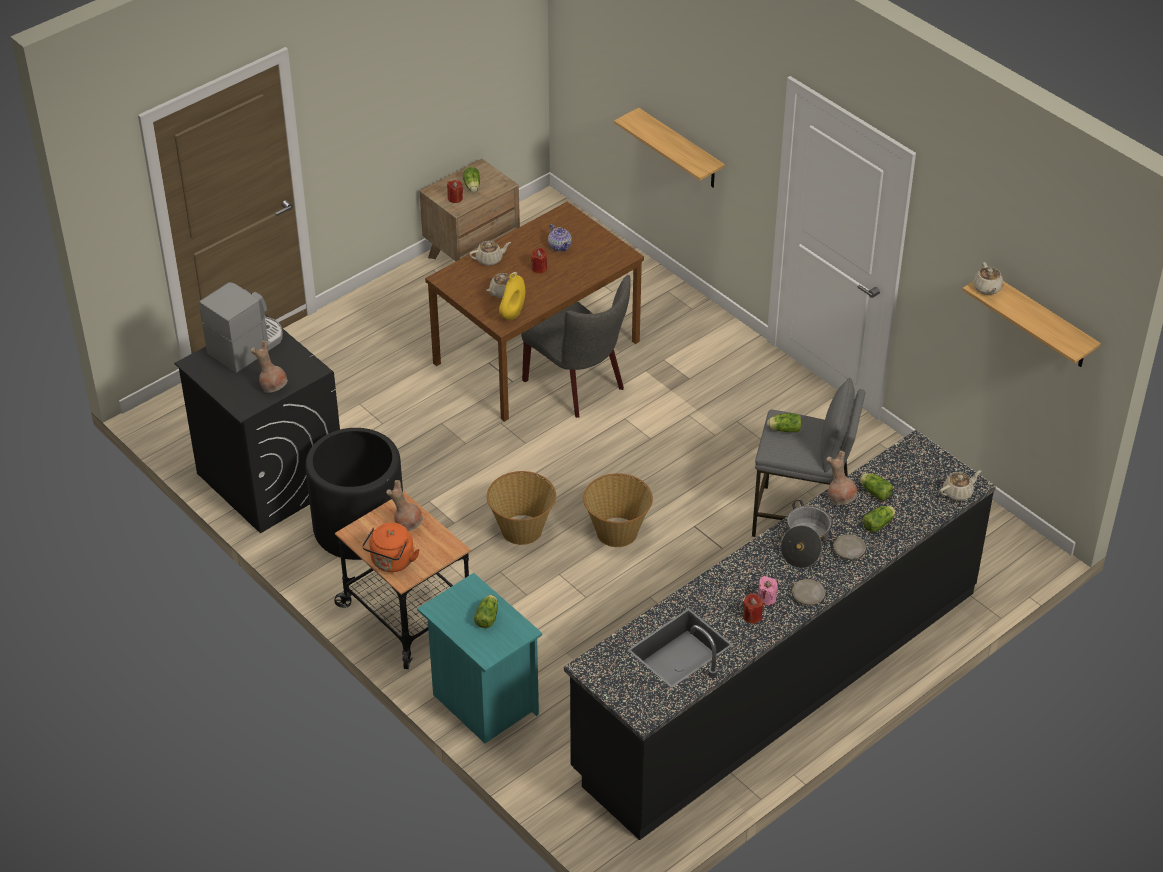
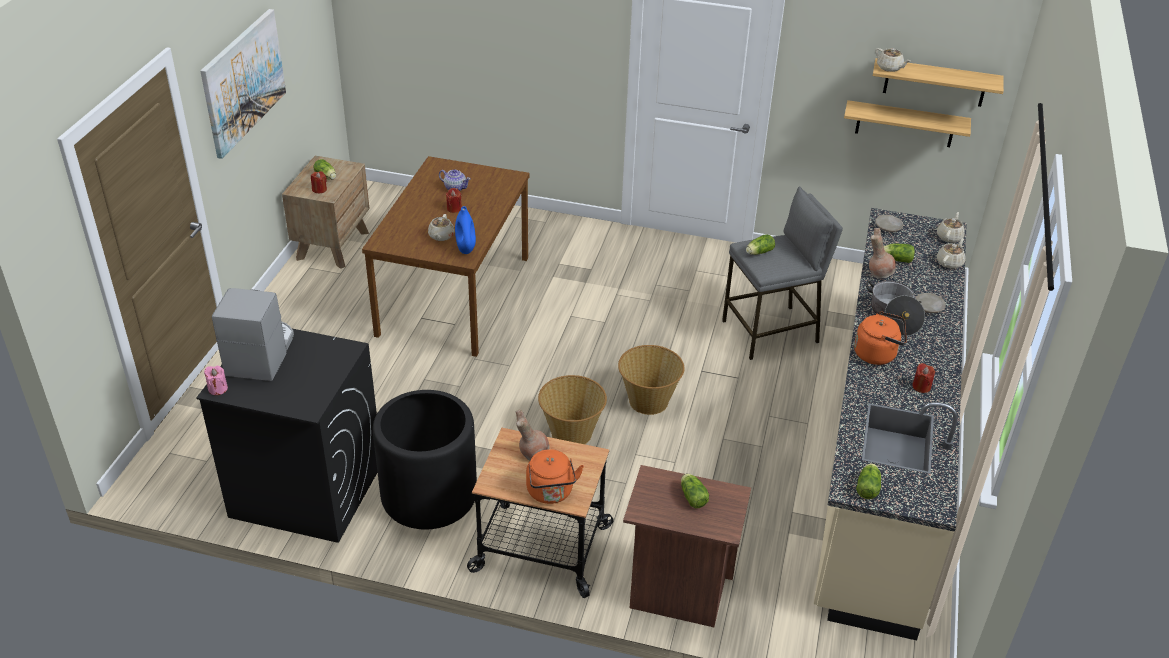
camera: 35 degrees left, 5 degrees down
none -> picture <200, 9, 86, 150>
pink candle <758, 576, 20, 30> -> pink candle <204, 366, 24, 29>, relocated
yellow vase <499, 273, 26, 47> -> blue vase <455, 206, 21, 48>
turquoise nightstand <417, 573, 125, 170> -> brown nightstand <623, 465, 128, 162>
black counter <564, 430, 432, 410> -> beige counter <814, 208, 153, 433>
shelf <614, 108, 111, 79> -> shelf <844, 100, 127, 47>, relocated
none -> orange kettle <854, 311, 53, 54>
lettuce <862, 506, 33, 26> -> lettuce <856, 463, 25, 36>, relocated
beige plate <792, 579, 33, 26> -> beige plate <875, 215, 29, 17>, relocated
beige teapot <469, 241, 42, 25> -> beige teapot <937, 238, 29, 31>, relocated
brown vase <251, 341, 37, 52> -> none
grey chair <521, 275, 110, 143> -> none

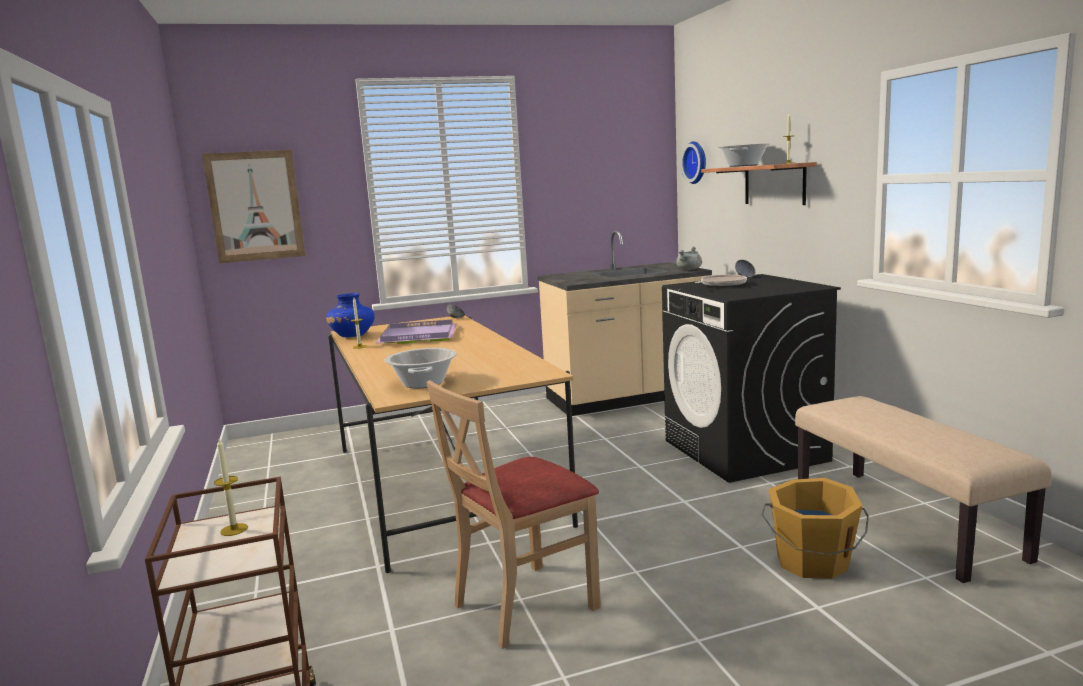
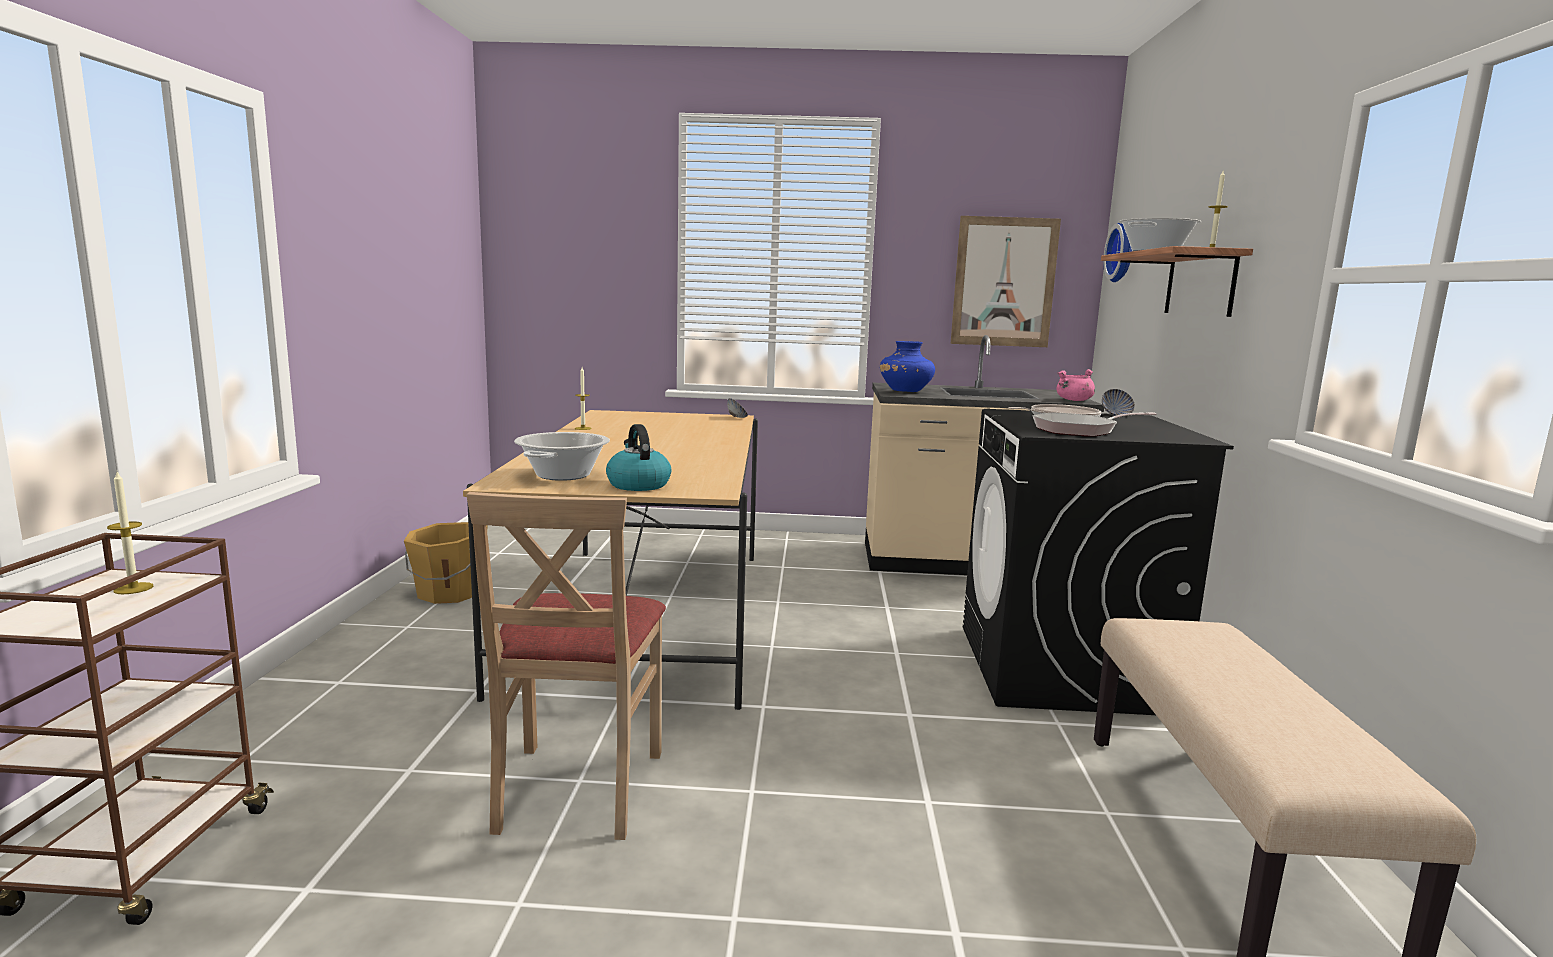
camera: 20 degrees right, 0 degrees up
orange bucket <761, 478, 108, 101> -> orange bucket <404, 522, 84, 82>, relocated
beige chair <426, 380, 175, 269> -> beige chair <467, 492, 199, 348>, 75 degrees counterclockwise
none -> kettle <606, 424, 65, 67>
blue vase <326, 293, 49, 44> -> blue vase <880, 341, 55, 51>, relocated
picture <202, 150, 103, 113> -> picture <951, 216, 110, 131>, relocated
none -> frying pan <1033, 412, 123, 25>
grey cooking pot <676, 247, 26, 23> -> pink cooking pot <1057, 369, 38, 32>
purple tray <376, 320, 81, 24> -> none

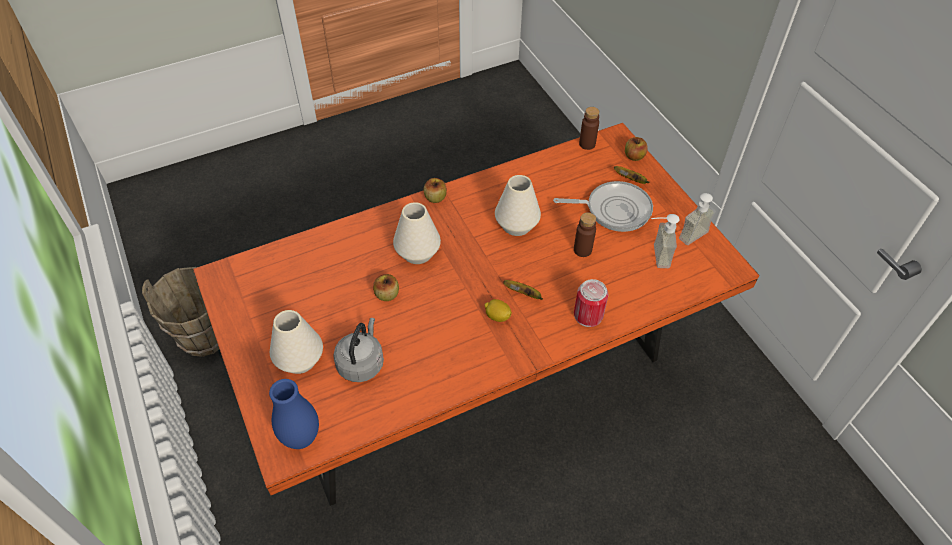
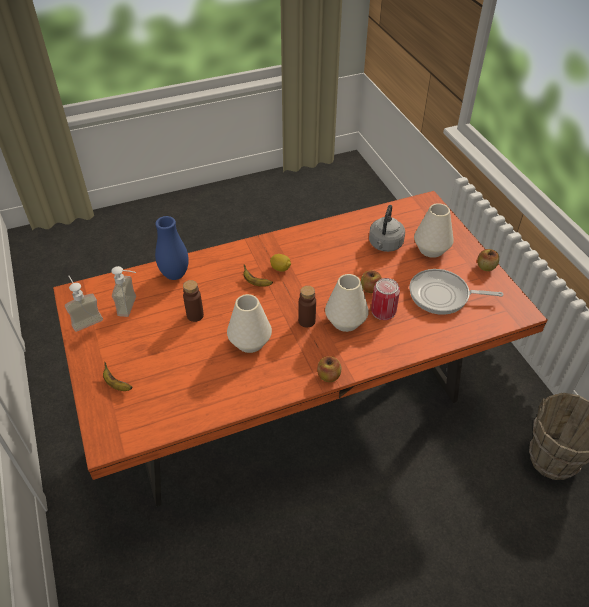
camera: 175 degrees left, 5 degrees down
blue vase <269, 379, 50, 70> -> blue vase <155, 216, 34, 64>, relocated
brown bottle <579, 107, 20, 43> -> brown bottle <298, 286, 18, 42>, relocated
can <574, 279, 35, 48> -> can <371, 278, 29, 42>, relocated
frying pan <553, 181, 100, 51> -> frying pan <409, 269, 94, 46>, relocated
apple <625, 137, 23, 24> -> apple <477, 249, 22, 22>, relocated

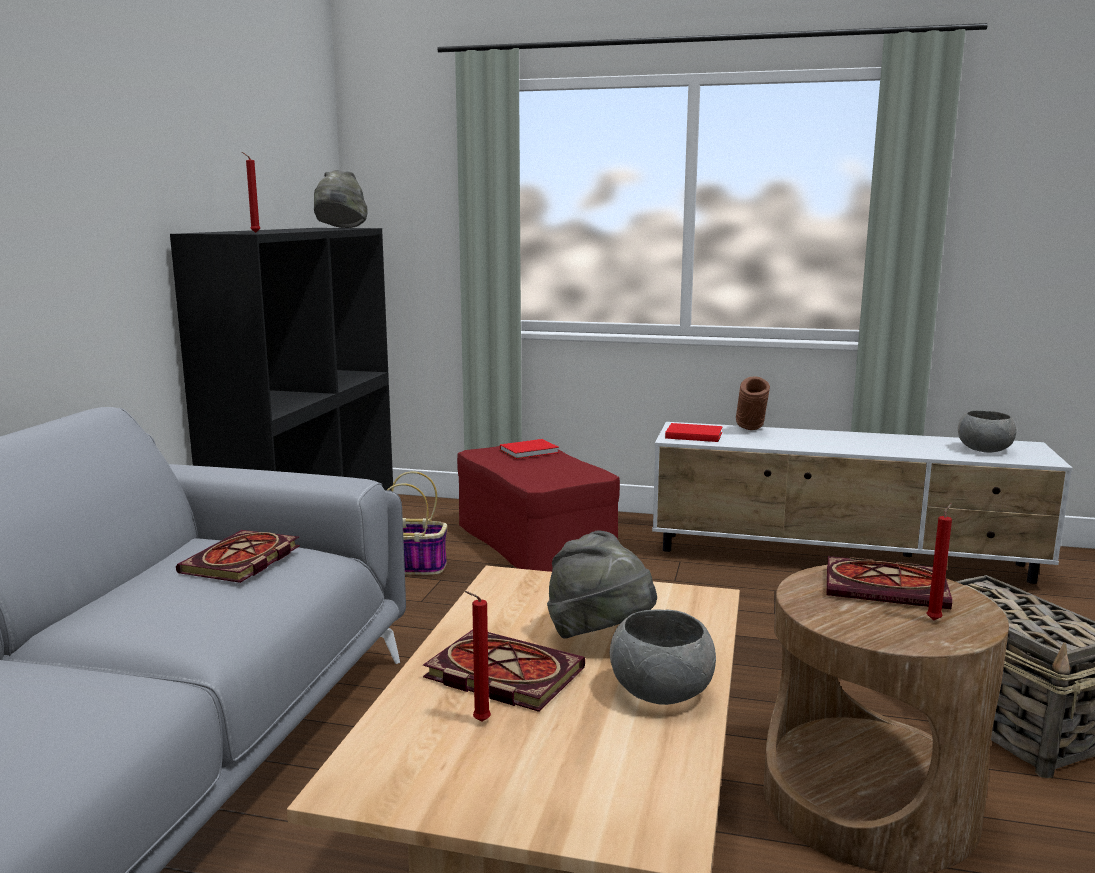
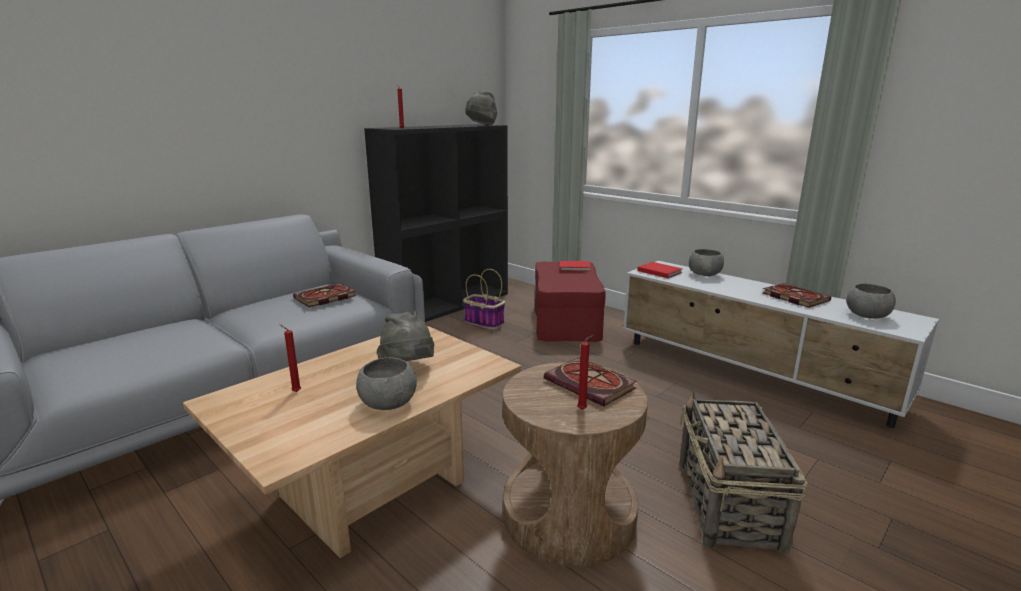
camera: 30 degrees right, 5 degrees up
brown vase <736, 376, 34, 54> -> grey bowl <689, 249, 35, 27>
book <423, 630, 162, 82> -> book <762, 283, 69, 25>, relocated

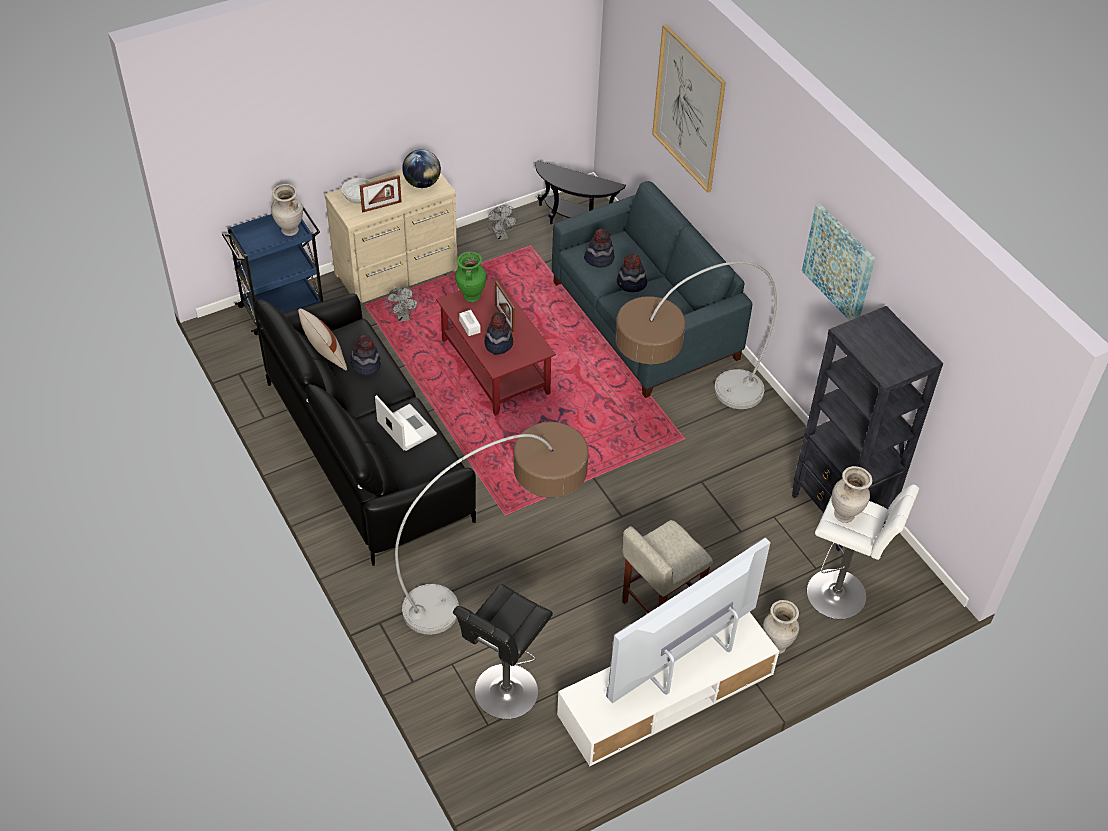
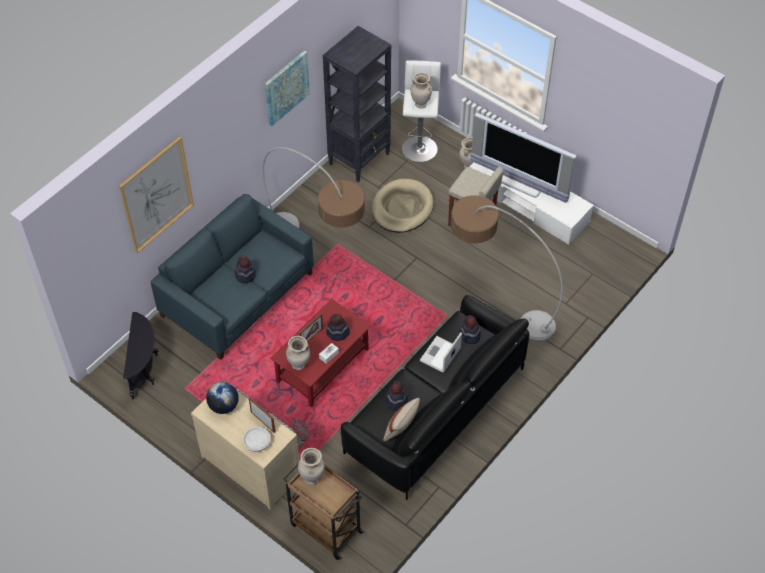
camera: 110 degrees left, 5 degrees up
blue cart <222, 207, 101, 128> -> brown cart <283, 464, 82, 96>
green vase <455, 251, 31, 51> -> beige vase <286, 336, 24, 34>
none -> beige dog bed <372, 179, 61, 54>
hat <584, 228, 30, 39> -> hat <459, 315, 22, 29>, relocated
black stool <453, 584, 100, 135> -> none
grey fan <487, 205, 31, 36> -> none

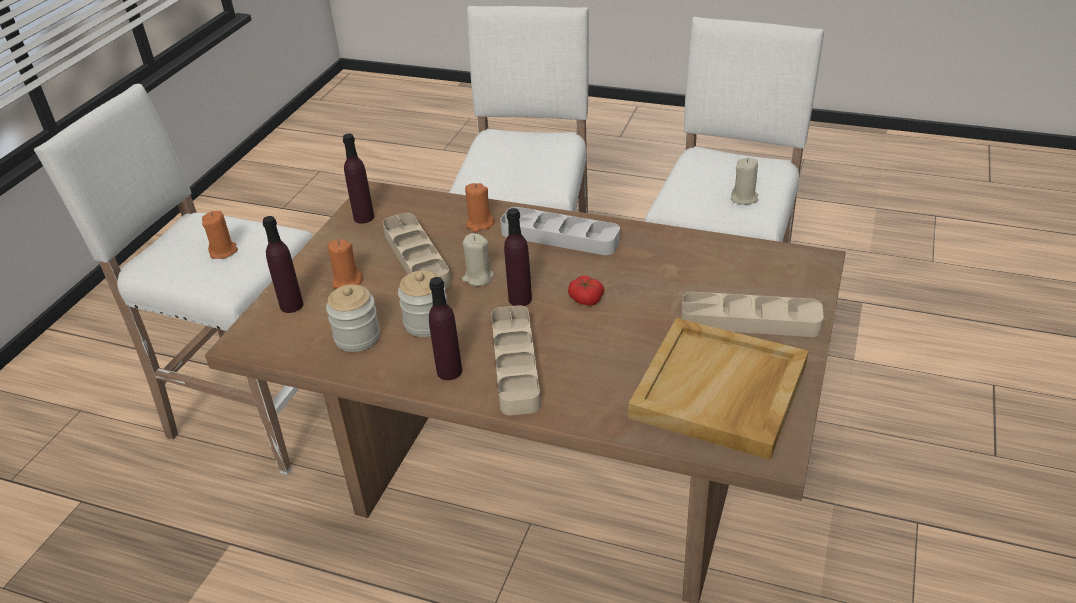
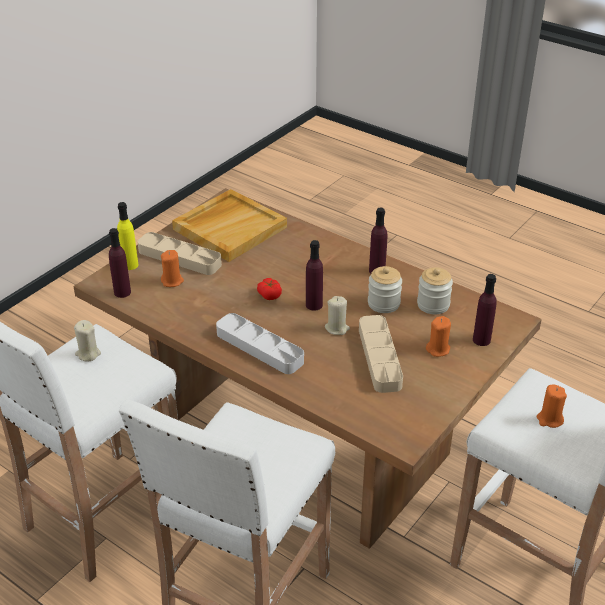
camera: 165 degrees left, 0 degrees up
purple bottle <343, 133, 31, 91> -> purple bottle <109, 228, 22, 70>, relocated
none -> yellow bottle <117, 202, 21, 68>
orange candle <465, 183, 29, 49> -> orange candle <161, 250, 23, 37>, relocated
beige tray <491, 305, 50, 110> -> none

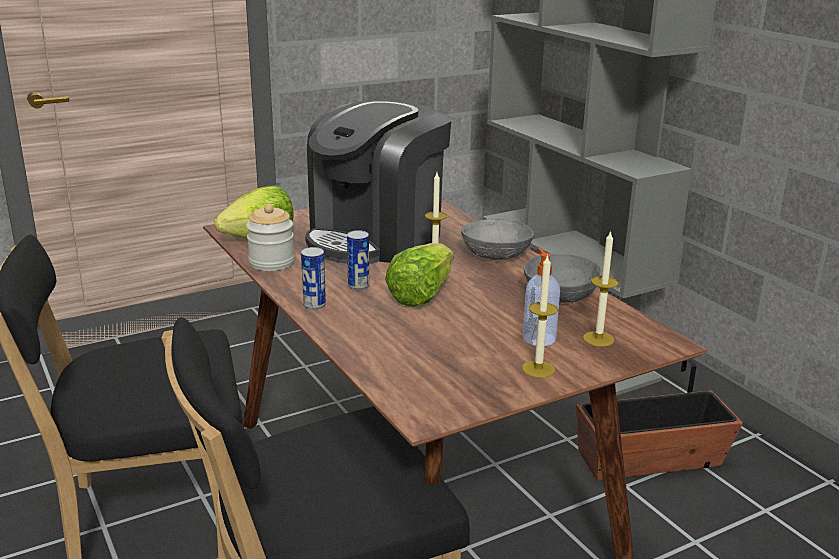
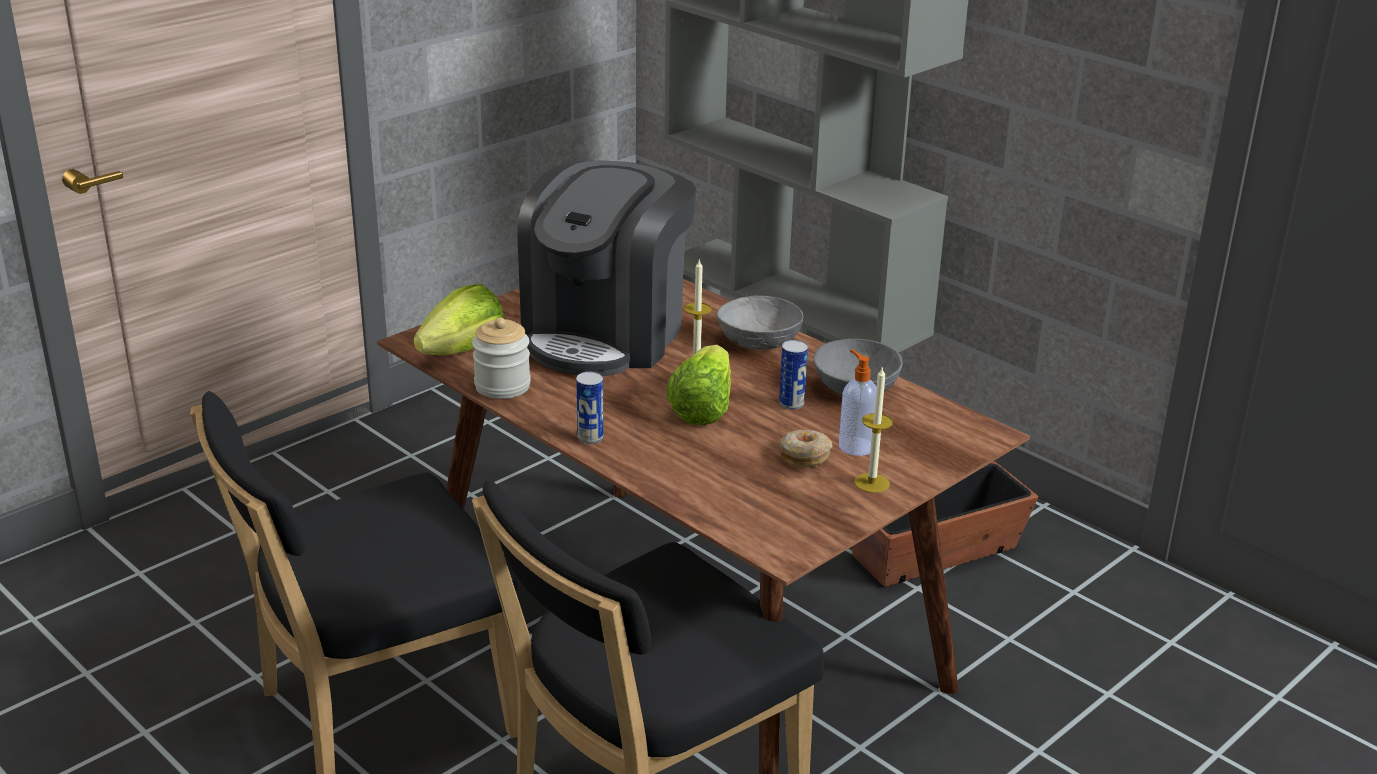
camera: 15 degrees left, 5 degrees up
can <347, 230, 22, 60> -> can <779, 340, 29, 70>, relocated
none -> donut <779, 430, 53, 37>
candle <583, 230, 36, 117> -> none

